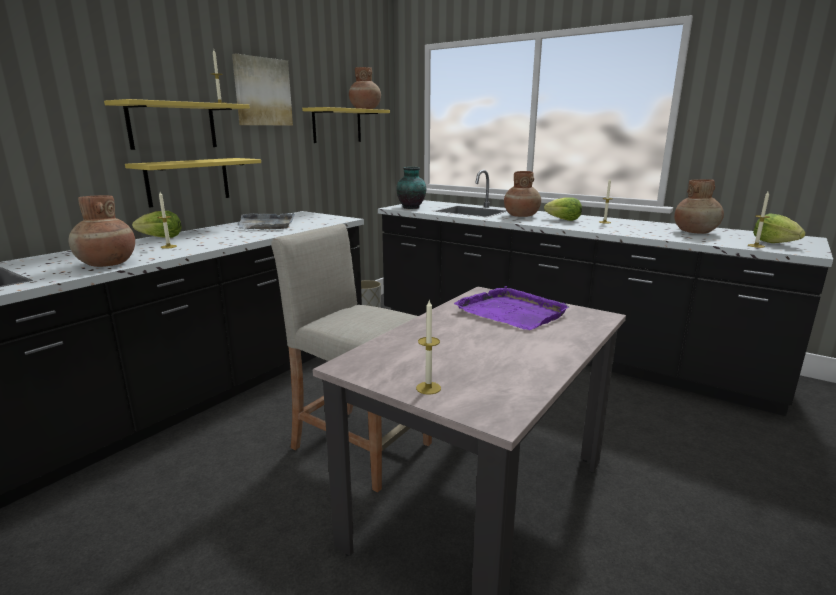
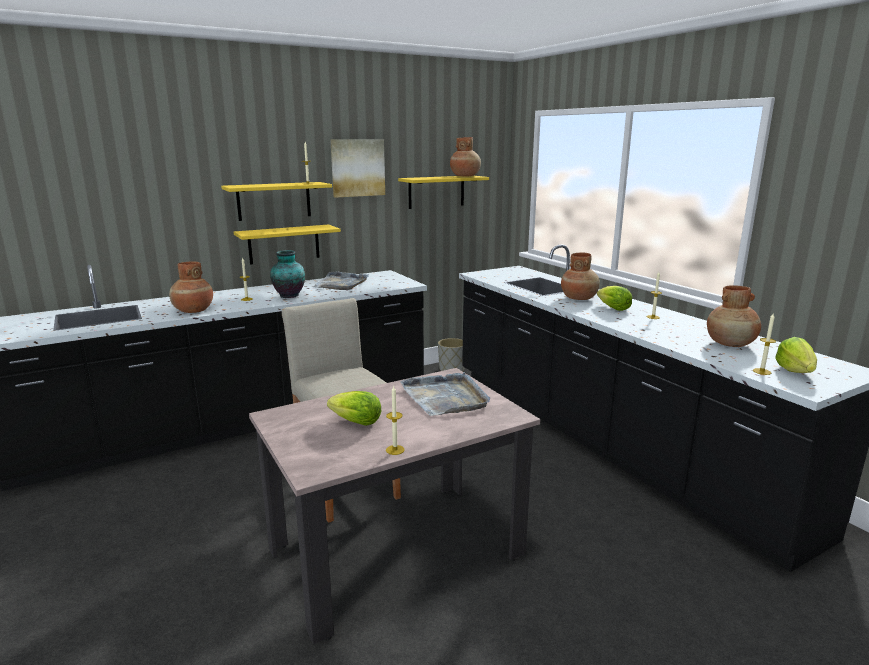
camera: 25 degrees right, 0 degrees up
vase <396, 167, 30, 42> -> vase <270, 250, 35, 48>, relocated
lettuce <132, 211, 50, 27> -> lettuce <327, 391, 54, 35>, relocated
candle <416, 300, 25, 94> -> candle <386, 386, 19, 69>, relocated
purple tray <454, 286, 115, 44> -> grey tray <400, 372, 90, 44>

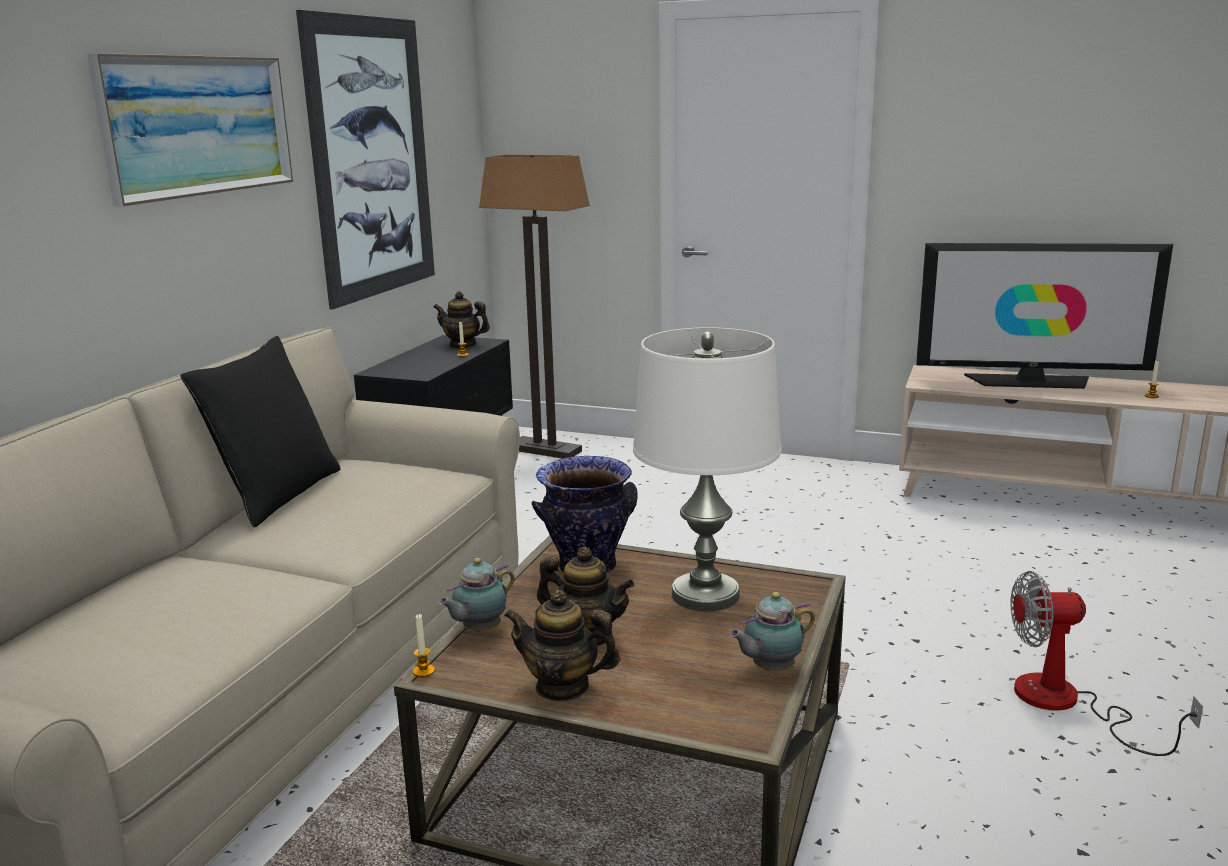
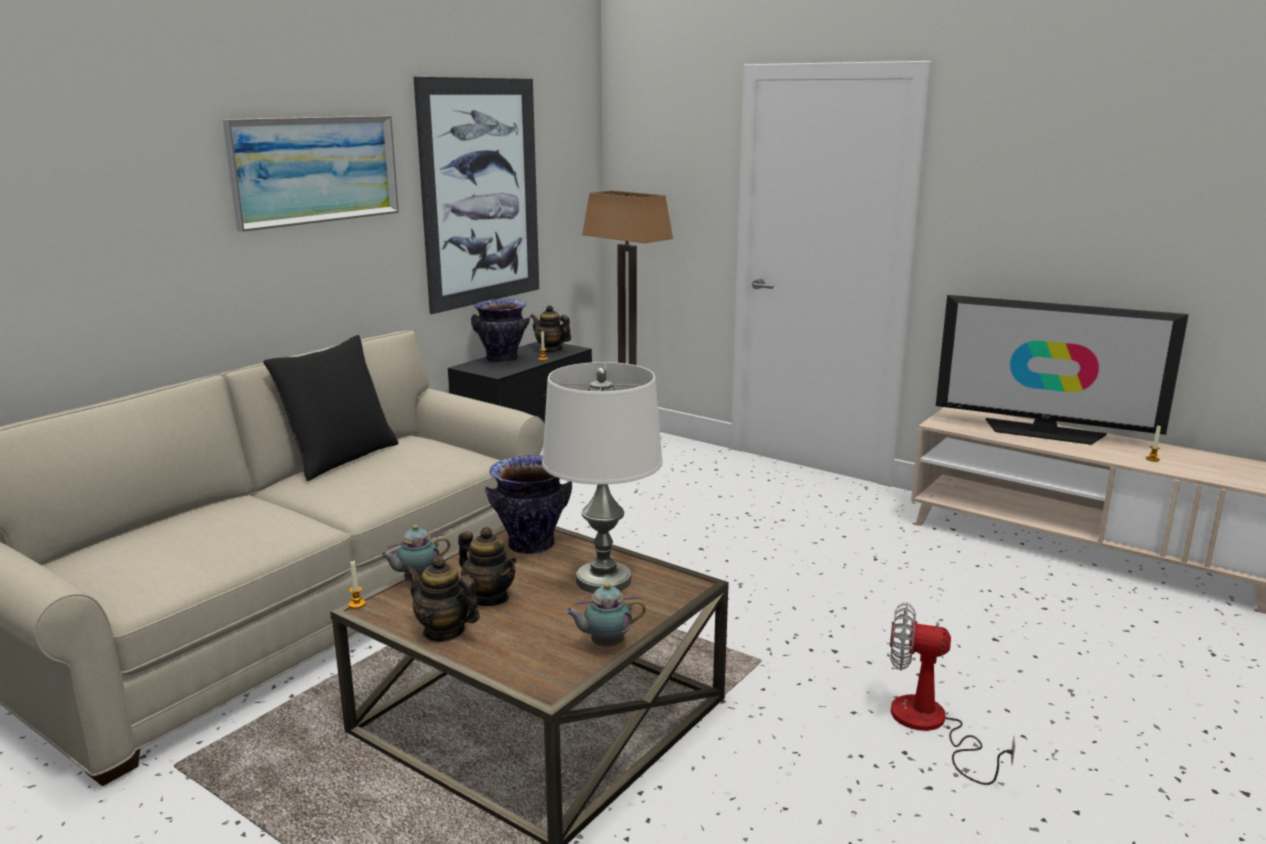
camera: 15 degrees right, 0 degrees up
none -> vase <471, 299, 59, 65>

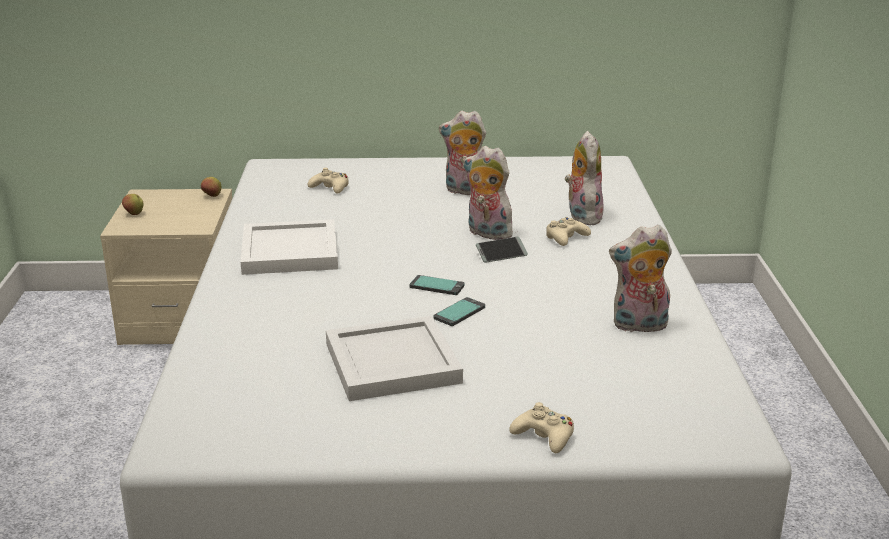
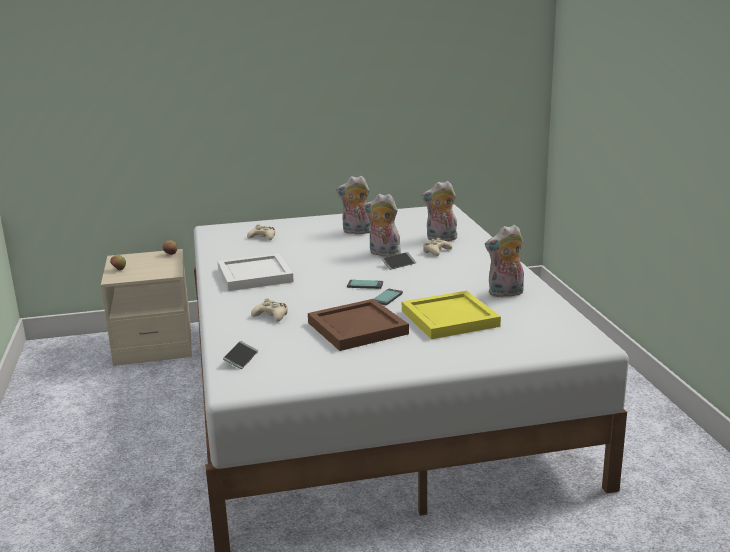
camera: 10 degrees left, 5 degrees down
none -> phone <223, 341, 35, 28>
beige game controller <509, 402, 65, 51> -> beige game controller <251, 298, 37, 24>, relocated
white tray <326, 316, 137, 85> -> brown tray <308, 299, 101, 52>
none -> yellow tray <402, 291, 99, 48>
plush toy <565, 131, 39, 94> -> plush toy <422, 181, 35, 60>, 75 degrees counterclockwise

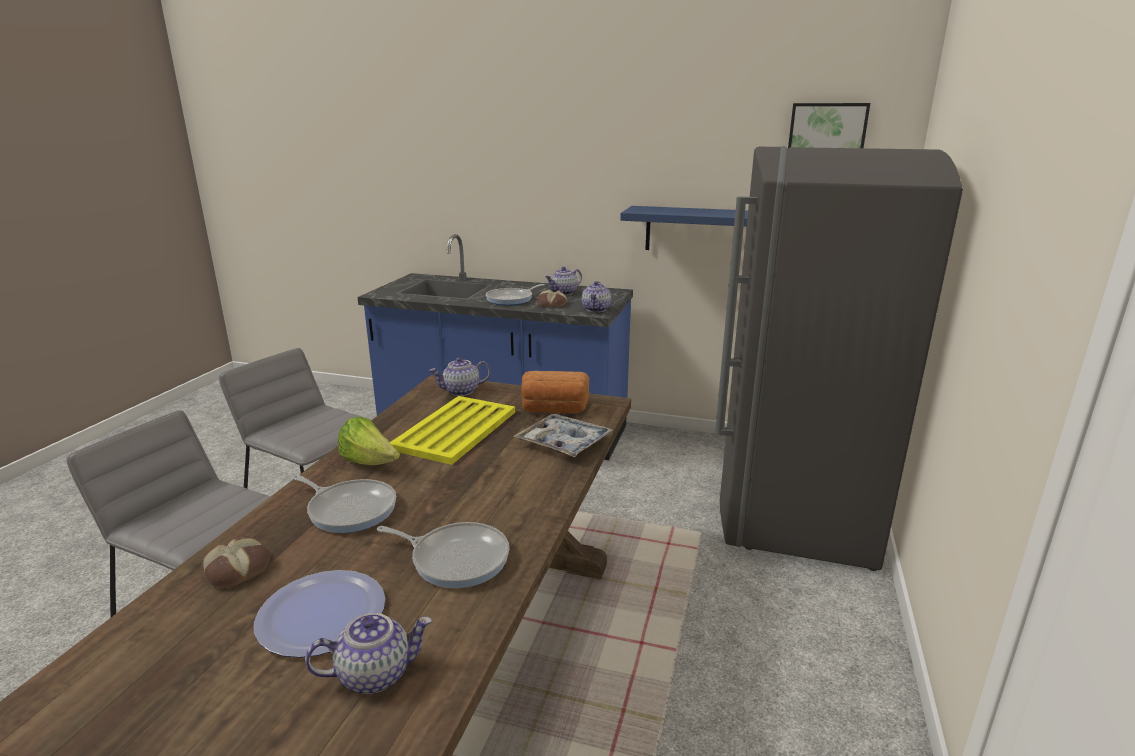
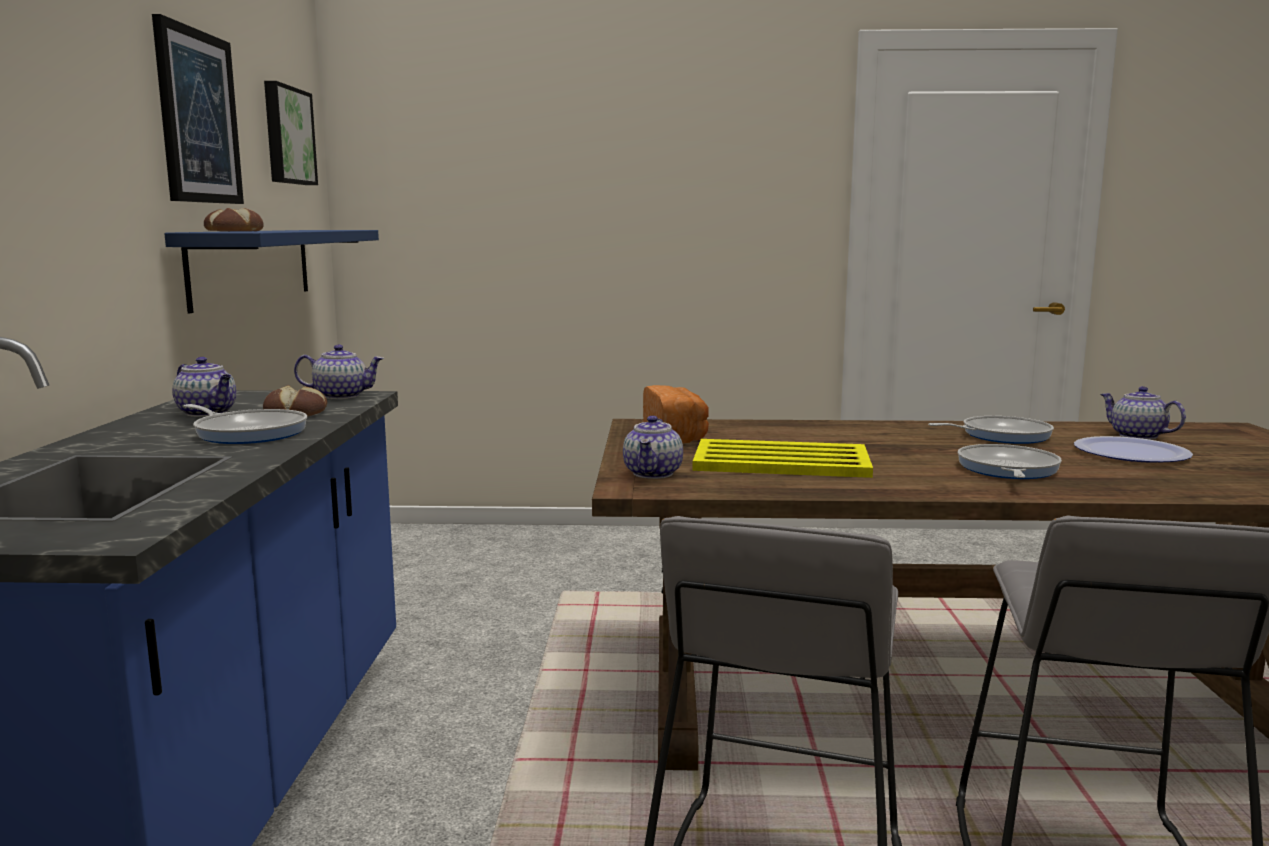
camera: 105 degrees left, 10 degrees down
none -> picture <152, 14, 92, 190>
bread <202, 537, 69, 51> -> bread <204, 208, 60, 23>, relocated
teapot <429, 357, 62, 39> -> teapot <623, 415, 60, 64>, 45 degrees clockwise
frying pan <377, 522, 132, 66> -> frying pan <928, 416, 126, 28>, 75 degrees clockwise
lettuce <338, 417, 62, 48> -> none
tray <513, 414, 100, 43> -> none
grey fridge <715, 146, 248, 425> -> none

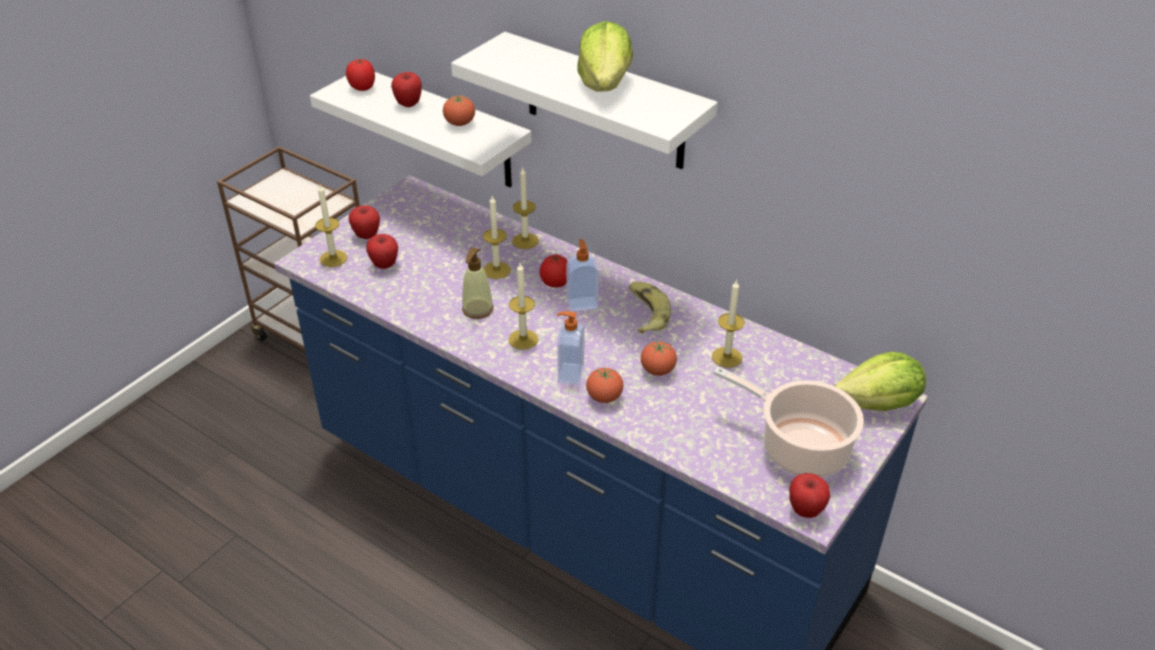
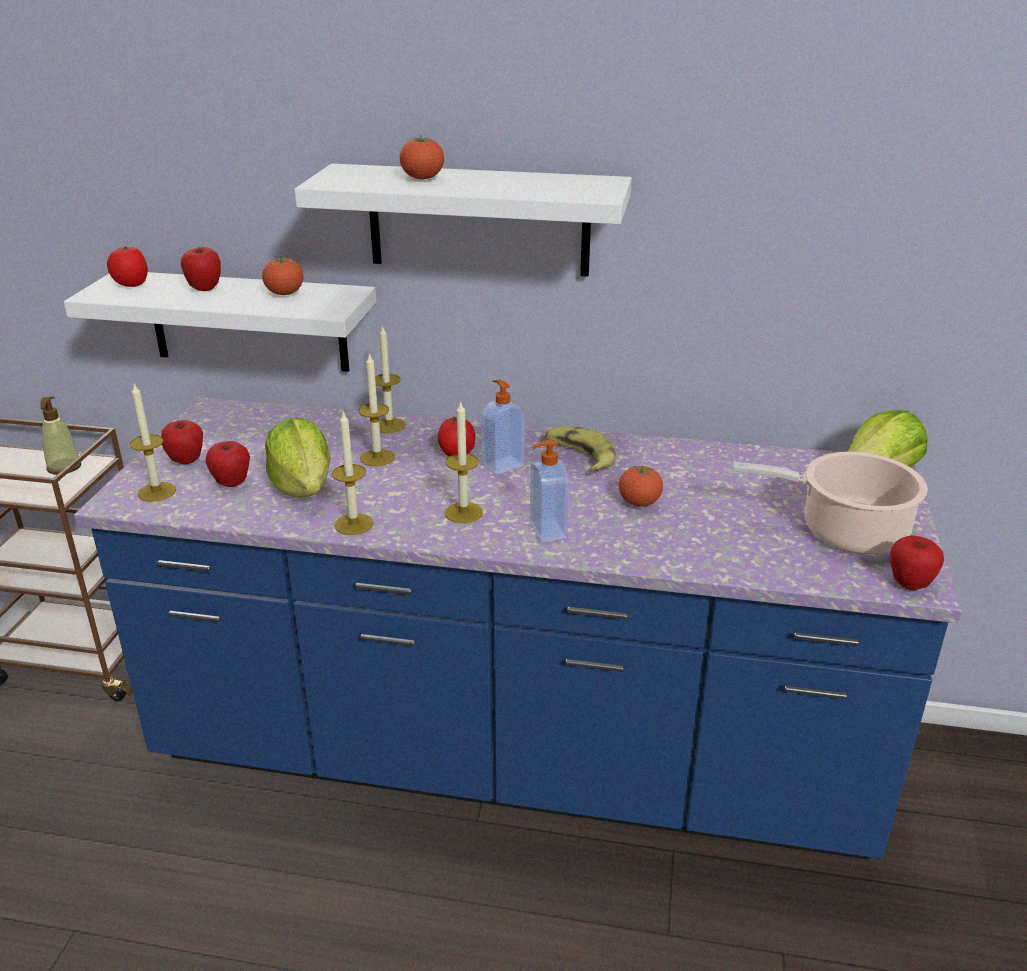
camera: 25 degrees left, 10 degrees down
soap dispenser <462, 248, 32, 71> -> soap dispenser <40, 397, 41, 77>, relocated
lettuce <577, 21, 56, 70> -> lettuce <265, 418, 66, 80>, relocated
candle <712, 279, 33, 89> -> candle <332, 410, 42, 125>, relocated
tomato <586, 368, 37, 35> -> tomato <400, 134, 44, 45>, relocated

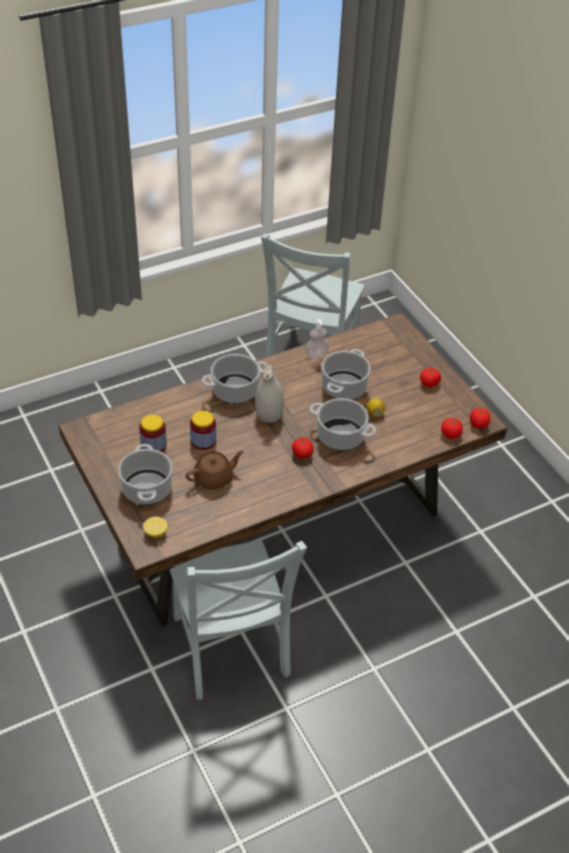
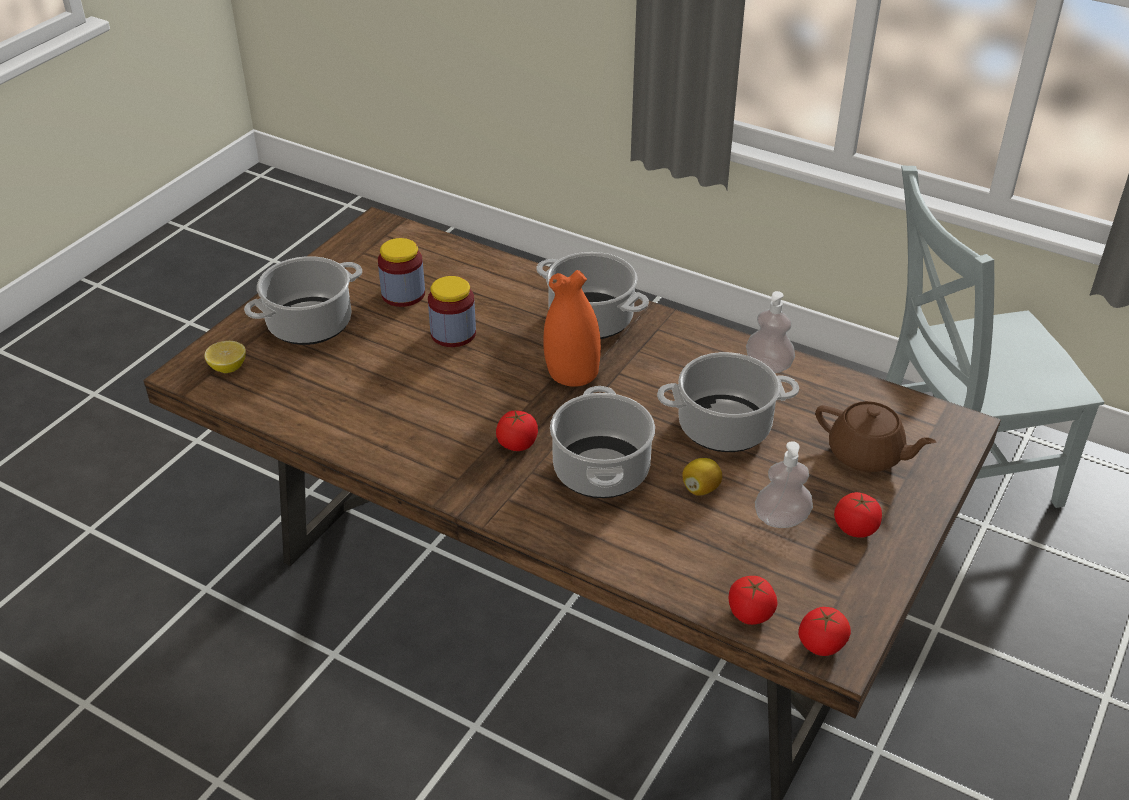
camera: 60 degrees right, 5 degrees down
white vase <255, 365, 29, 58> -> orange vase <543, 270, 58, 117>
none -> soap dispenser <755, 441, 58, 87>
brown teapot <185, 451, 59, 38> -> brown teapot <816, 401, 120, 71>, relocated
grey chair <170, 540, 137, 160> -> none

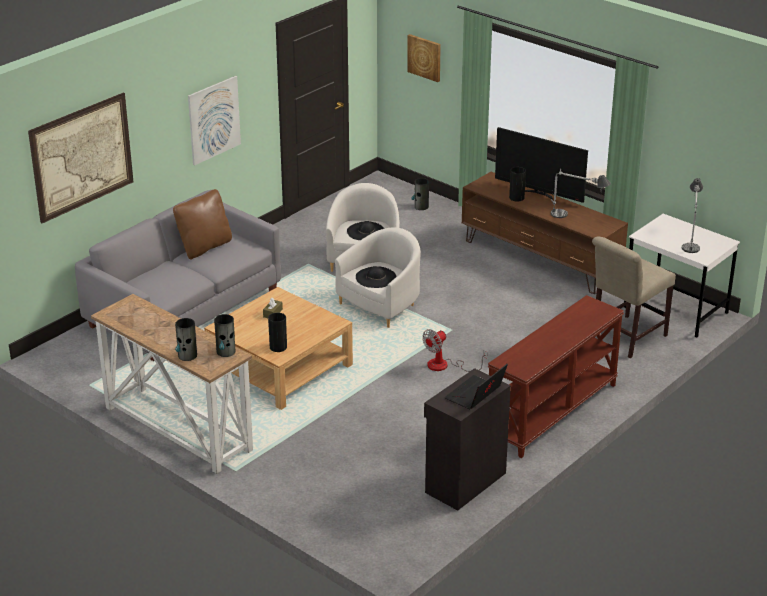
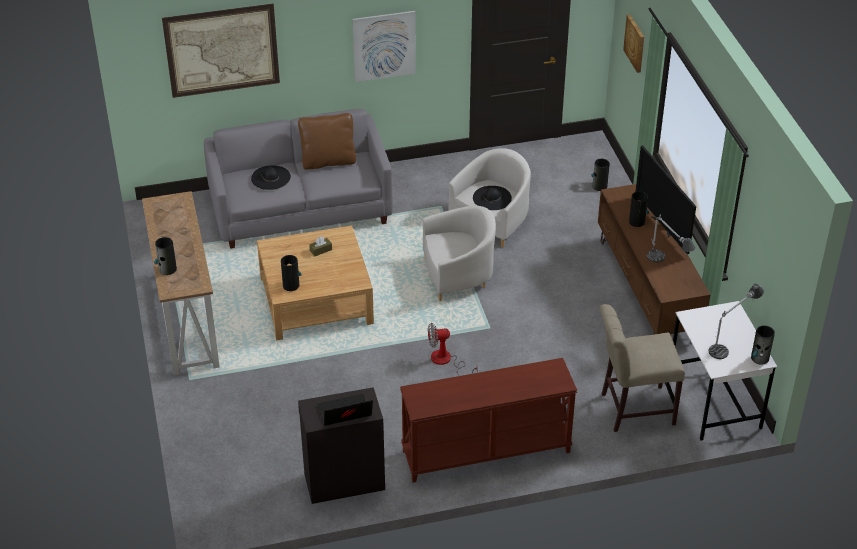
camera: 35 degrees right, 10 degrees up
black hat <356, 266, 41, 22> -> black hat <251, 166, 40, 24>, relocated
vase <214, 314, 21, 43> -> vase <751, 325, 24, 40>, relocated

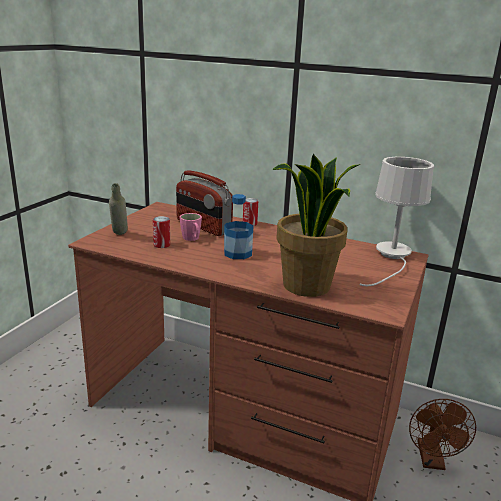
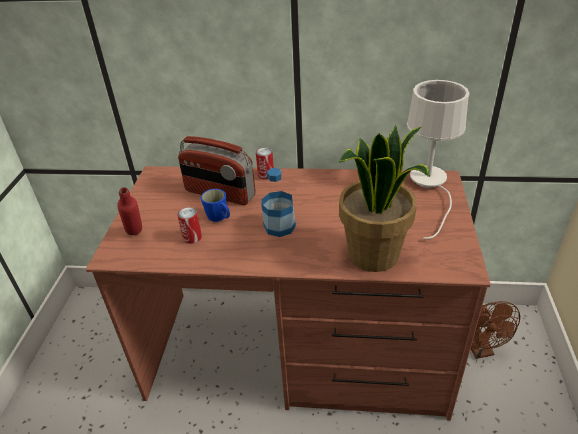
camera: 15 degrees left, 15 degrees up
grey bottle <109, 183, 19, 52> -> red bottle <117, 187, 25, 48>
pink mug <180, 213, 22, 28> -> blue mug <201, 189, 29, 33>

